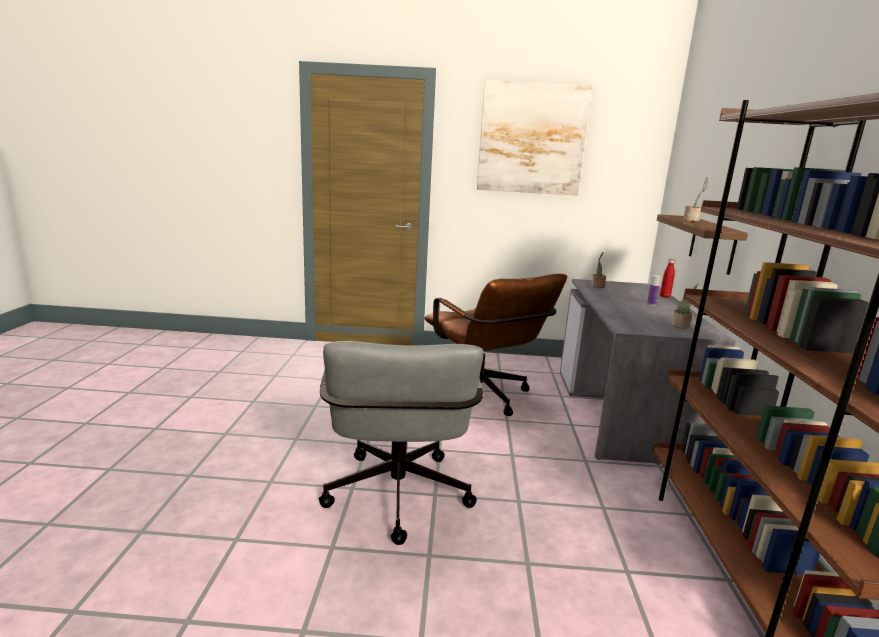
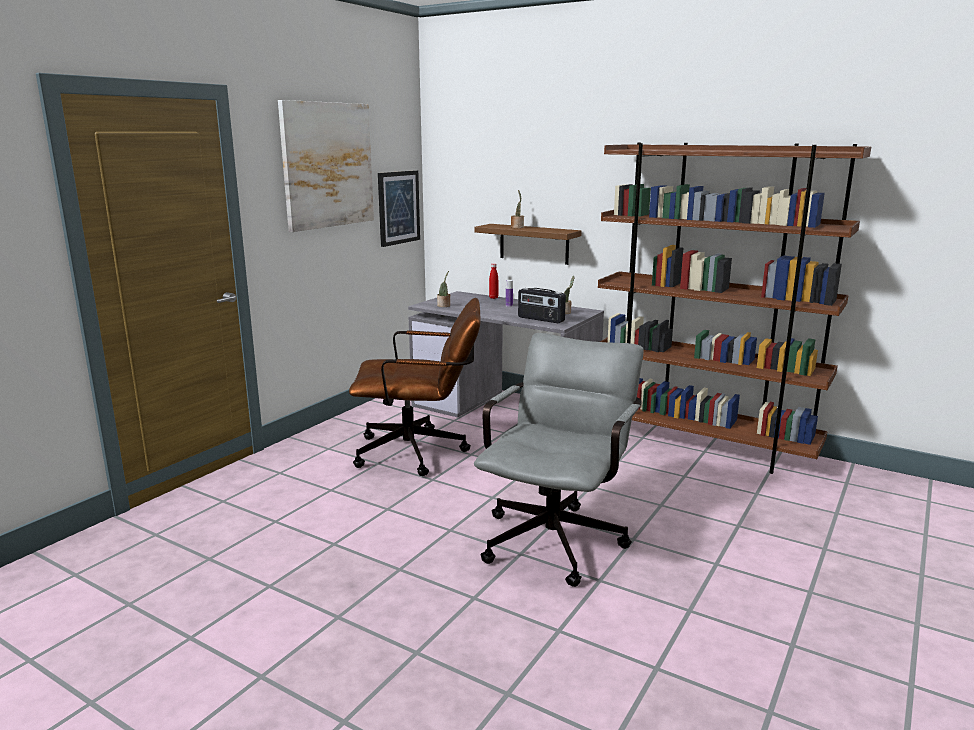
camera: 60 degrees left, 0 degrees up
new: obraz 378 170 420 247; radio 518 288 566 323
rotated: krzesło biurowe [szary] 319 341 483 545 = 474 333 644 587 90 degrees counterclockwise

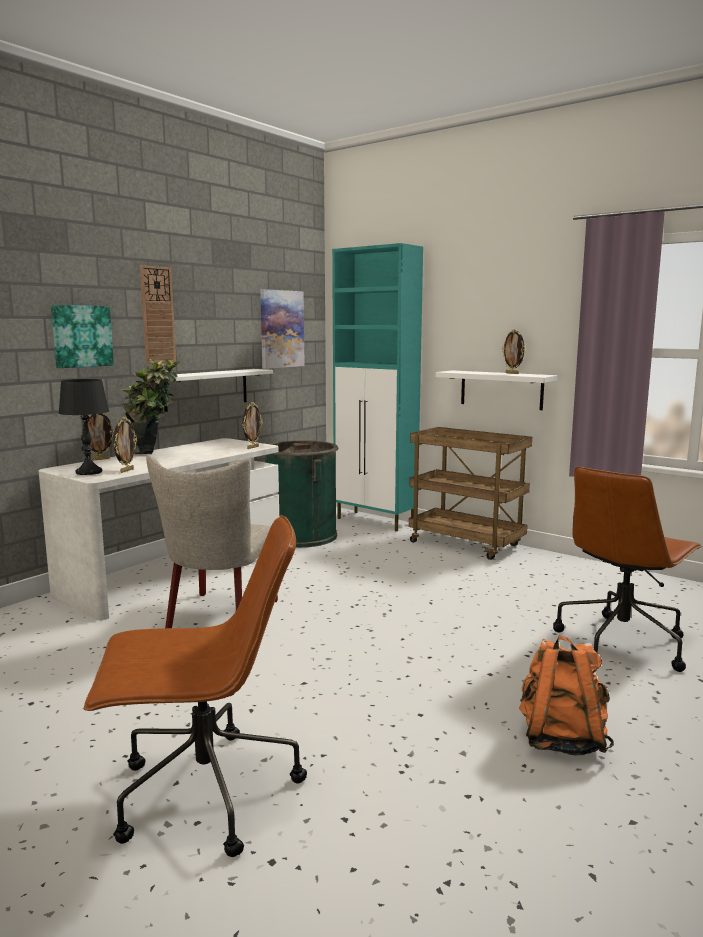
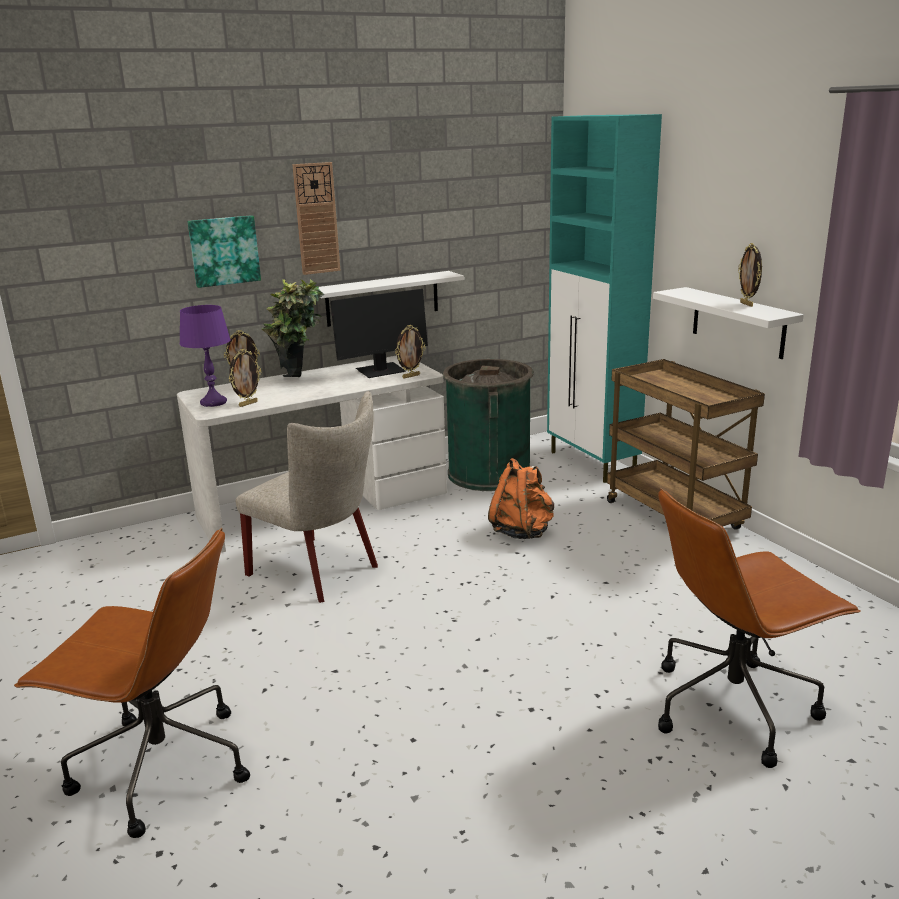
camera: 25 degrees right, 10 degrees up
gone: obraz 260 289 305 369
new: monitor 330 289 428 378
shifted: plecak [pomarańczowy] 519 635 614 755 to 488 458 554 539
repainted: lampa stołowa [czarny] 59 379 109 475 to lampa stołowa [fioletowy] 179 305 231 407
rotated: krzesło [beżowy] 146 454 278 628 = 235 391 378 603 90 degrees counterclockwise

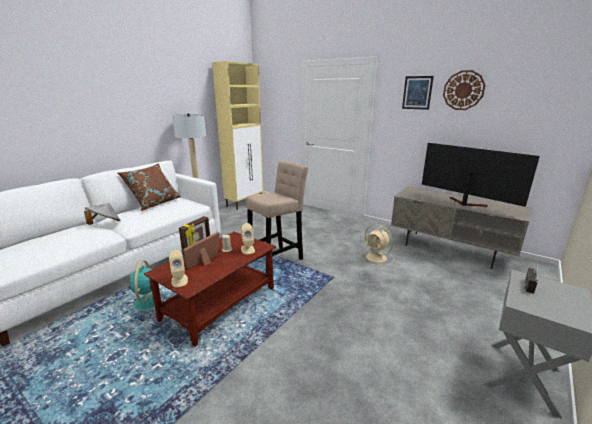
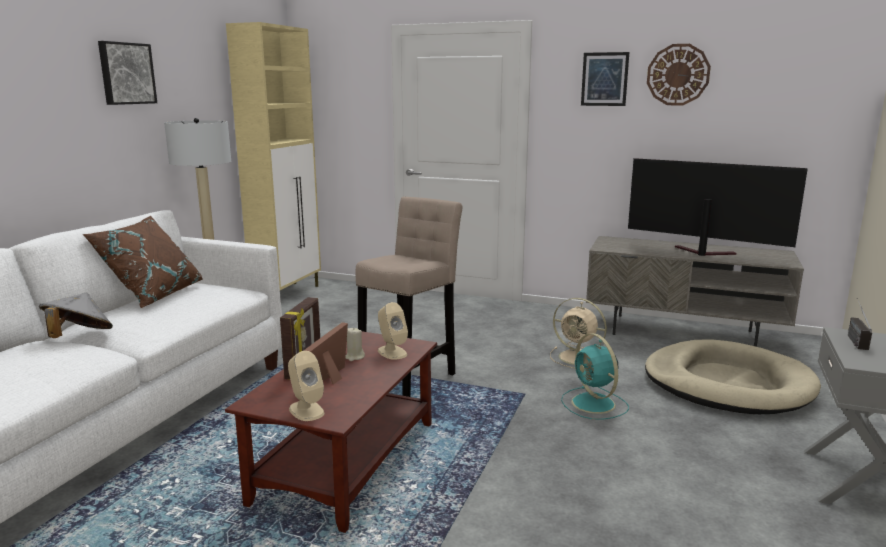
camera: 15 degrees left, 5 degrees down
new: obraz 98 41 157 105; legowisko [beżowy] 645 339 821 414
shifted: wentylator [turkusowy] 130 260 168 316 to 561 333 629 420

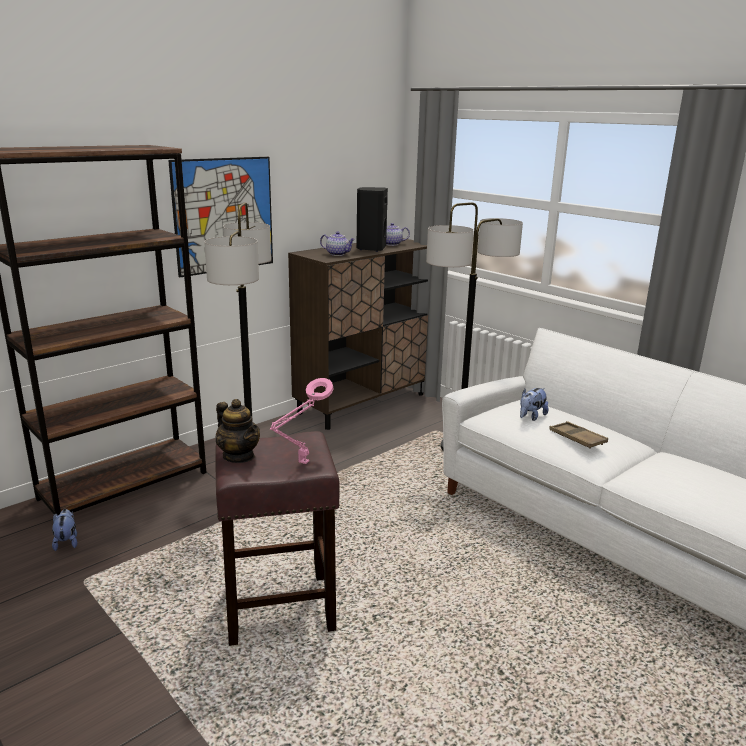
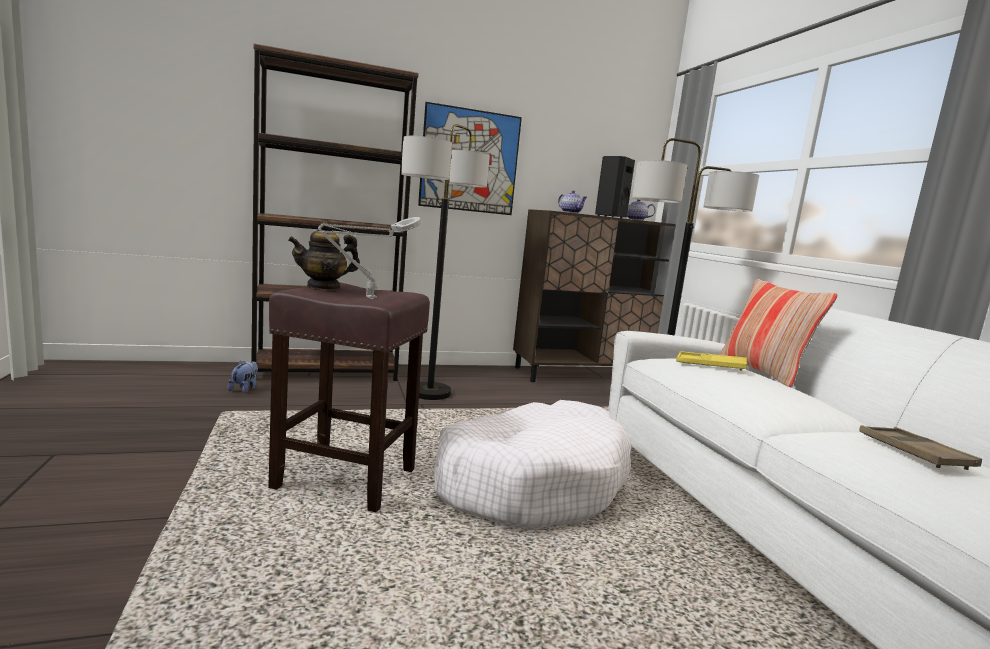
camera: 25 degrees right, 10 degrees down
new: legowisko [biały] 434 400 631 529; poduszka 719 279 837 388
shifted: taca [brązowy] 549 421 608 449 to 859 425 982 470
swapped: pluszak 520 388 548 421 to taca [żółty] 676 351 747 371
repainted: lampa stołowa [różowy] 270 378 333 464 to lampa stołowa [szary] 318 217 422 299
rotated: imbryk 216 399 260 463 = 288 221 360 290 75 degrees clockwise

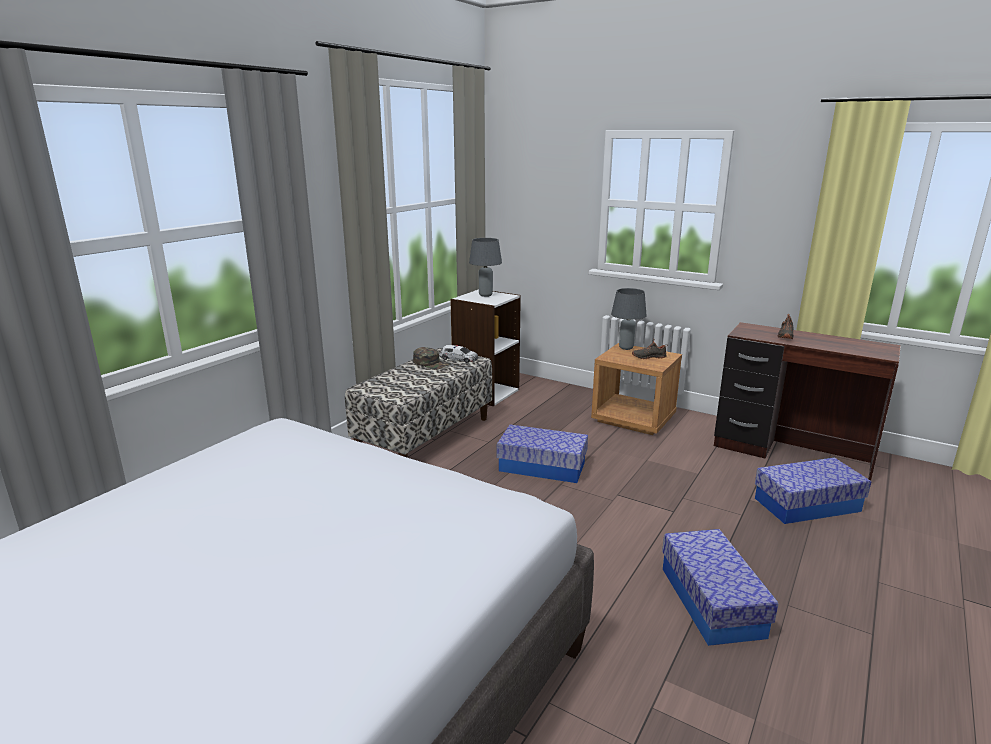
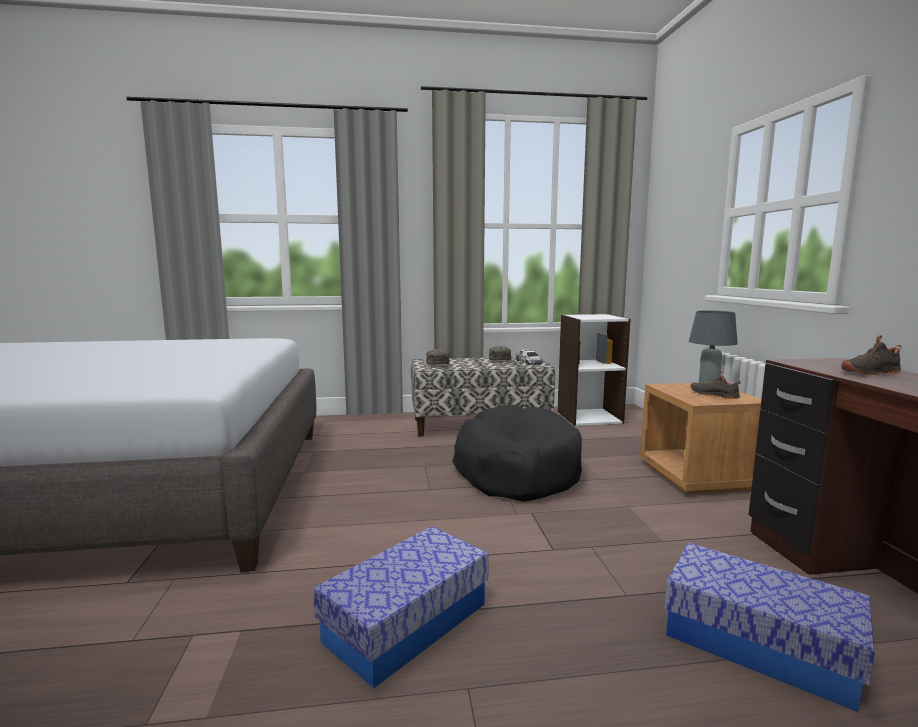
camera: 50 degrees right, 10 degrees down
gone: lampa stołowa [szary] 469 238 502 297
new: czapka z daszkiem [zielony] 426 349 452 368
swapped: pojemnik do przechowywania 497 425 588 483 to legowisko [czarny] 452 405 582 502

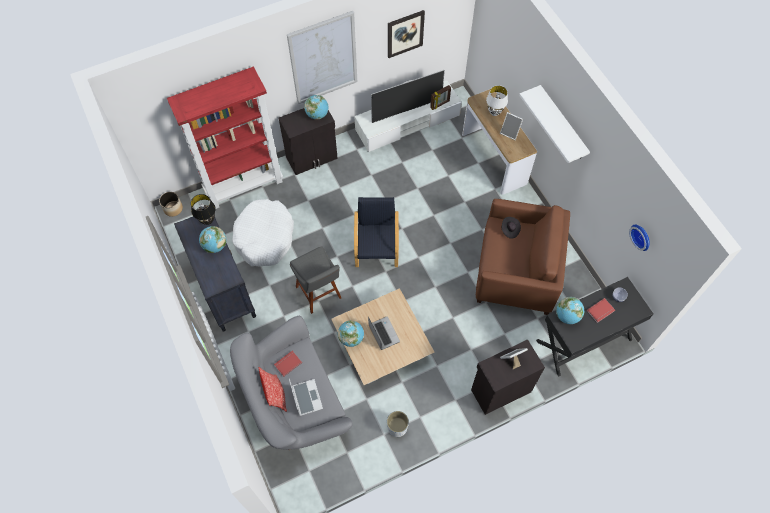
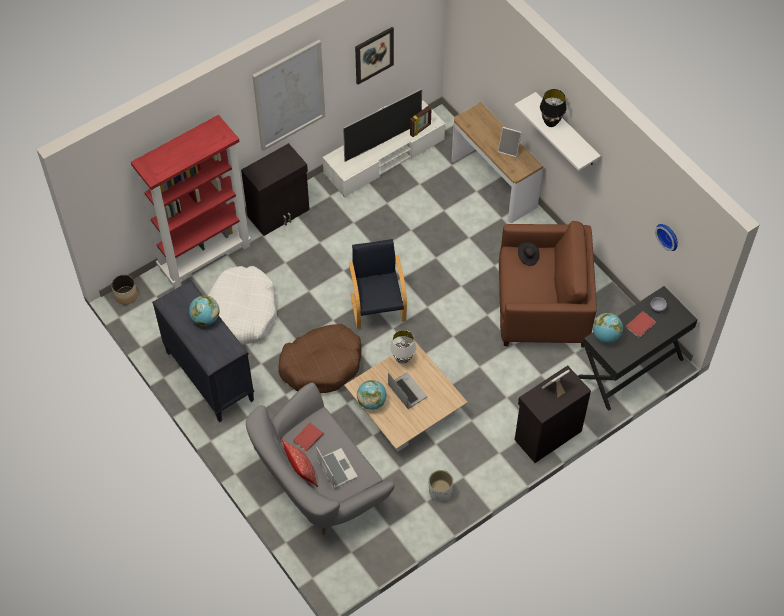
camera: 10 degrees left, 5 degrees down
gone: globus 304 95 328 120
shifted: lampa stołowa [czarny] 191 194 216 225 to 540 89 566 127; lampa stołowa [biały] 486 85 508 116 to 390 330 416 364
swapped: stołek [szary] 290 246 341 314 to legowisko [brązowy] 278 324 362 393

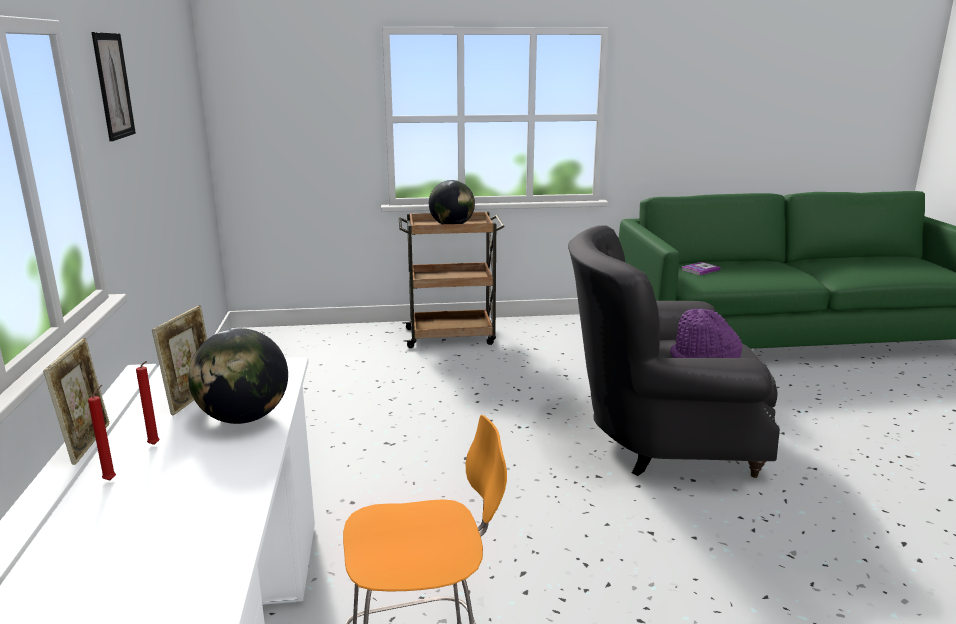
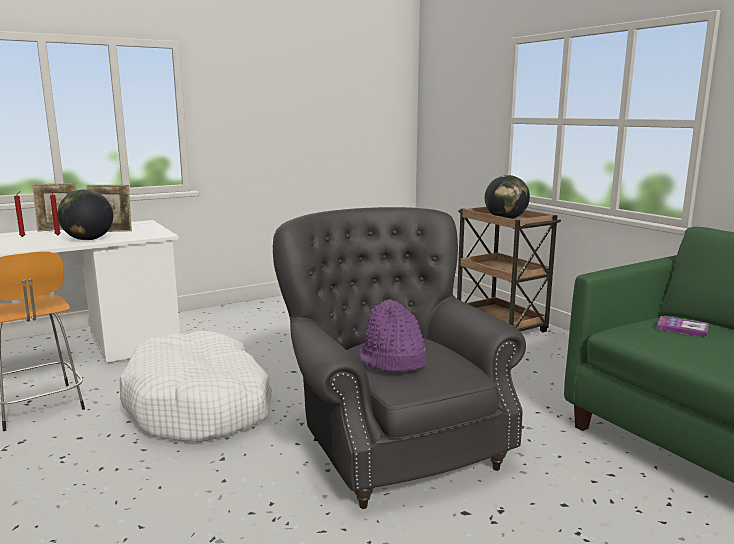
camera: 65 degrees right, 5 degrees down
gone: obraz 92 32 136 141
new: legowisko [biały] 120 331 272 442

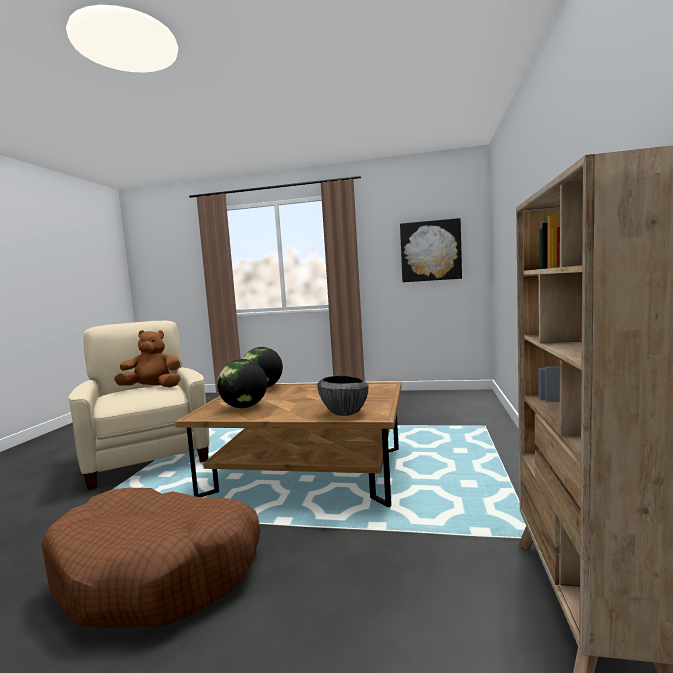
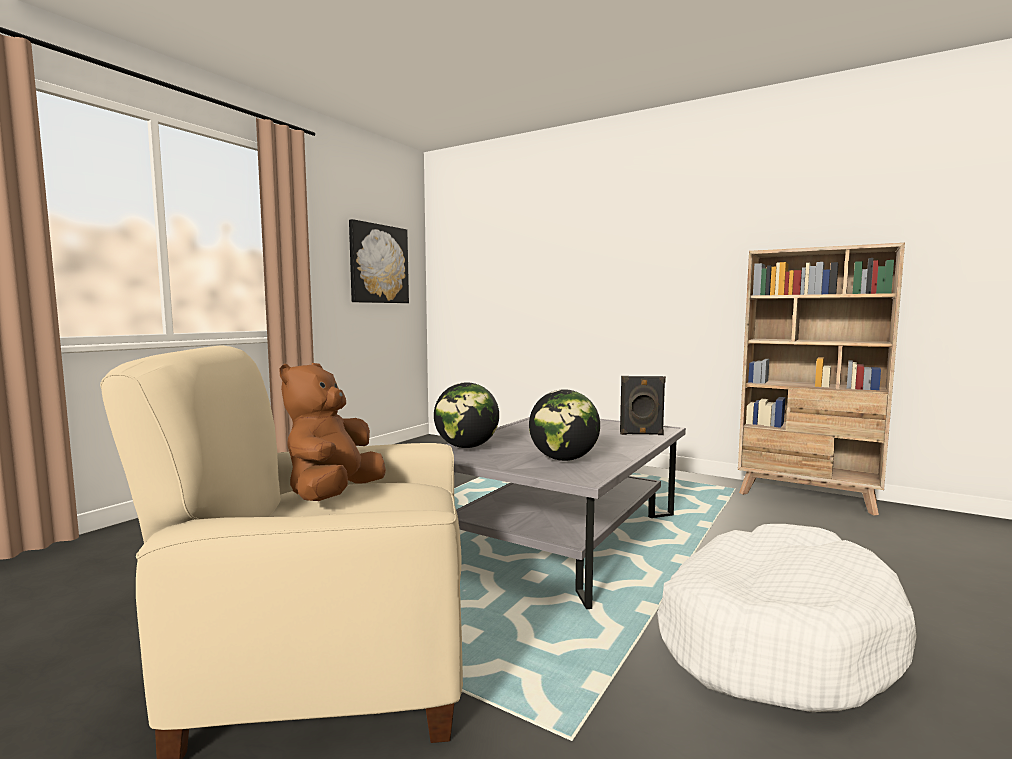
camera: 70 degrees left, 0 degrees up
swapped: miska 317 375 369 416 to głośnik [czarny] 620 376 666 435
repainted: legowisko [brązowy] 41 488 261 628 to legowisko [biały] 657 524 917 712; ława [brązowy] 175 382 402 508 to ława [szary] 446 417 686 609

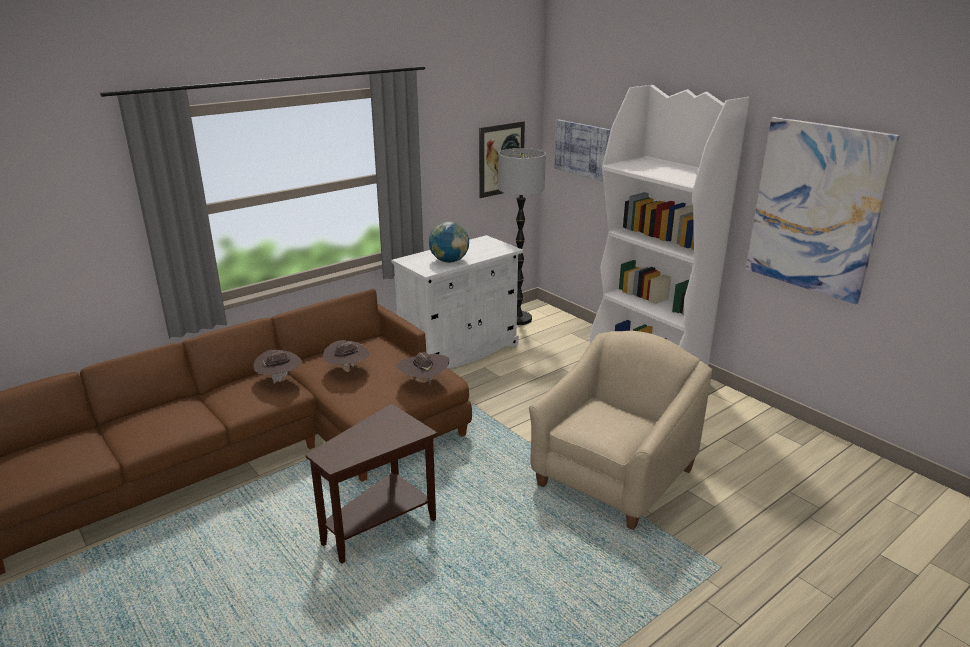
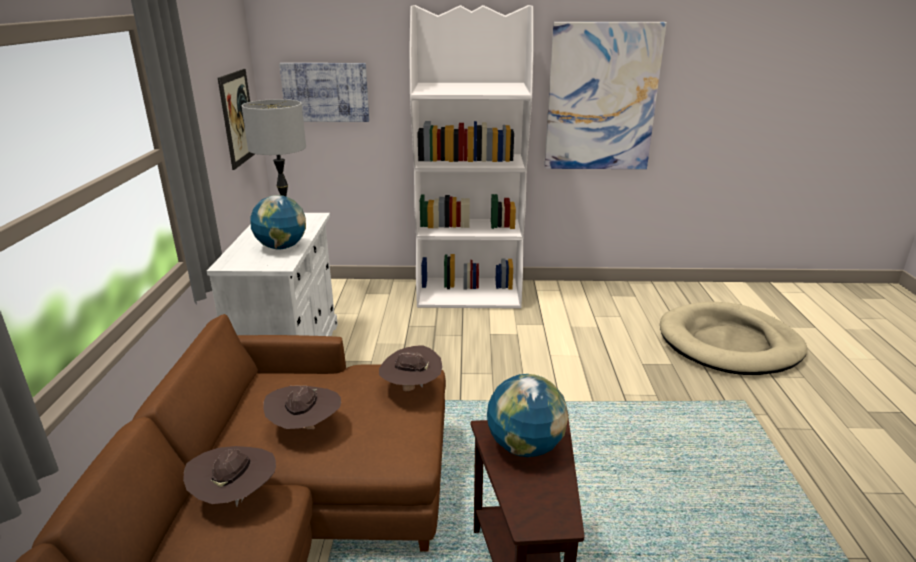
camera: 50 degrees left, 0 degrees up
gone: fotel [beżowy] 529 331 712 530
new: globus 487 374 569 457; legowisko [beżowy] 660 302 808 375

